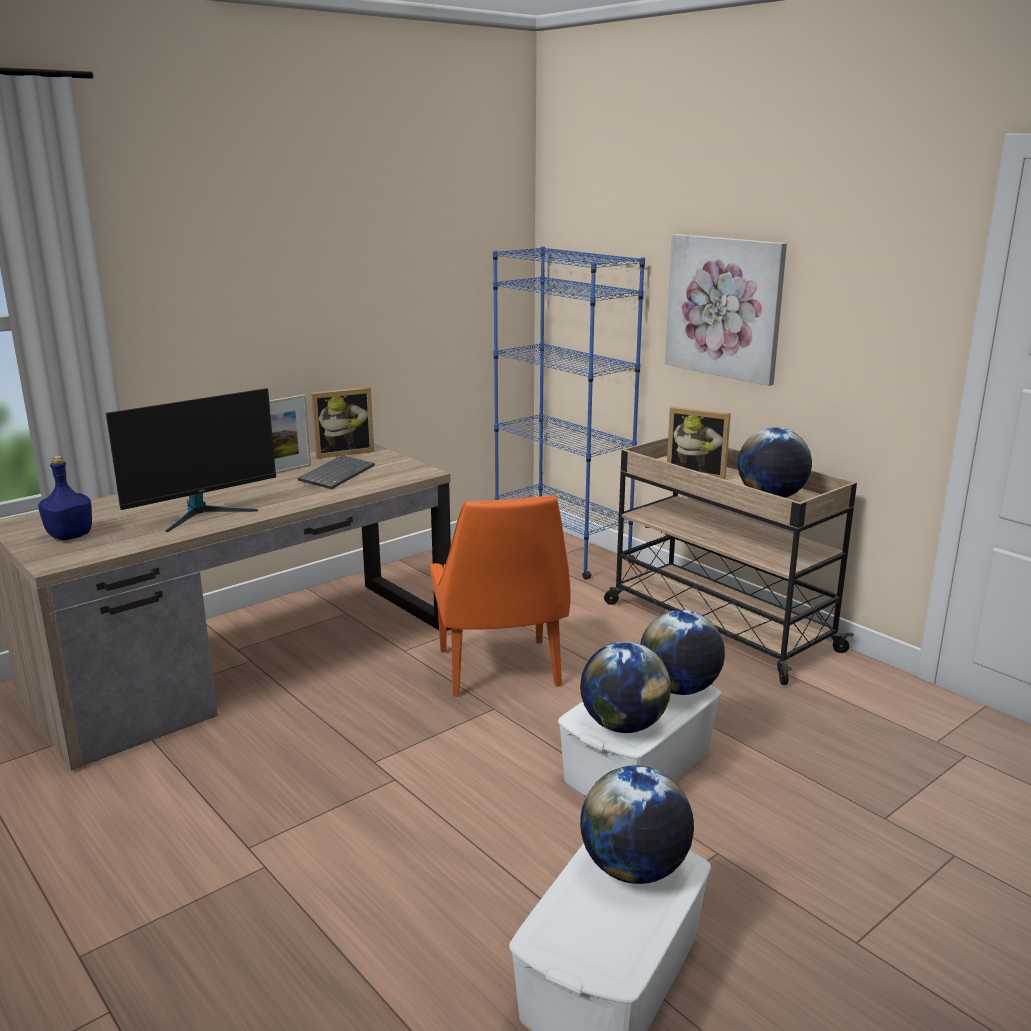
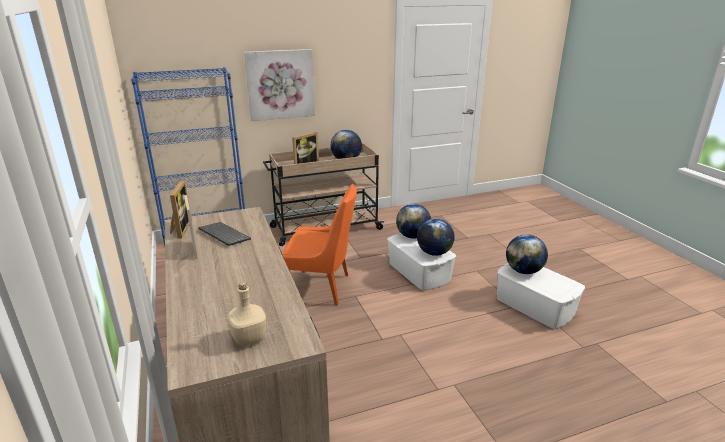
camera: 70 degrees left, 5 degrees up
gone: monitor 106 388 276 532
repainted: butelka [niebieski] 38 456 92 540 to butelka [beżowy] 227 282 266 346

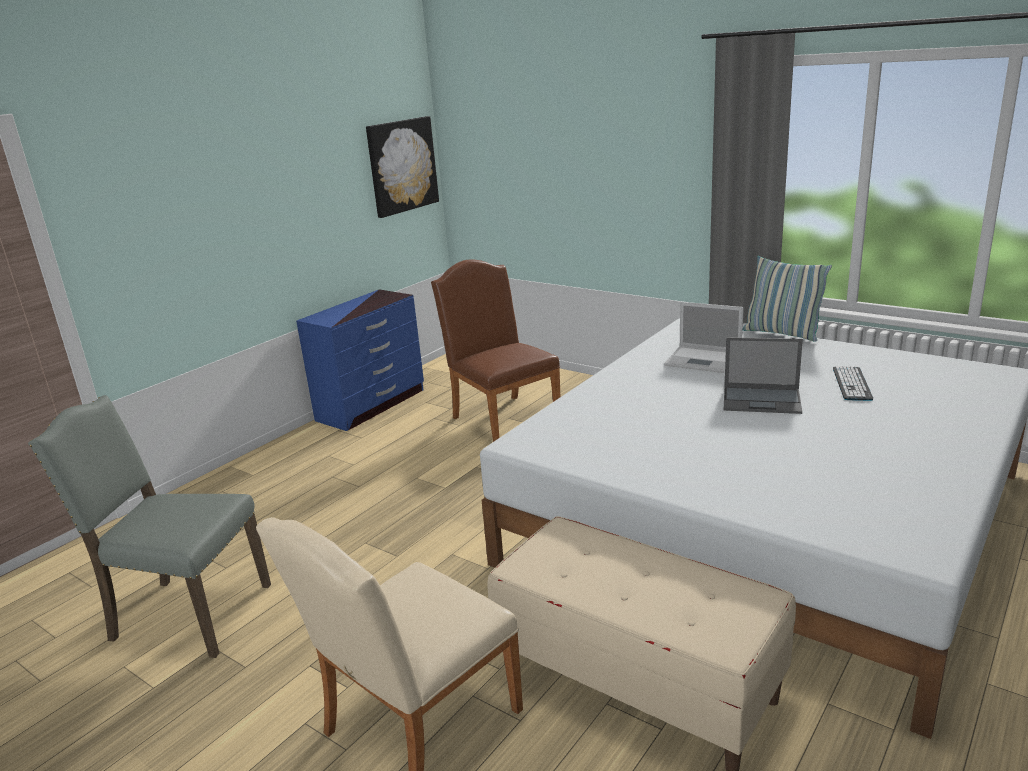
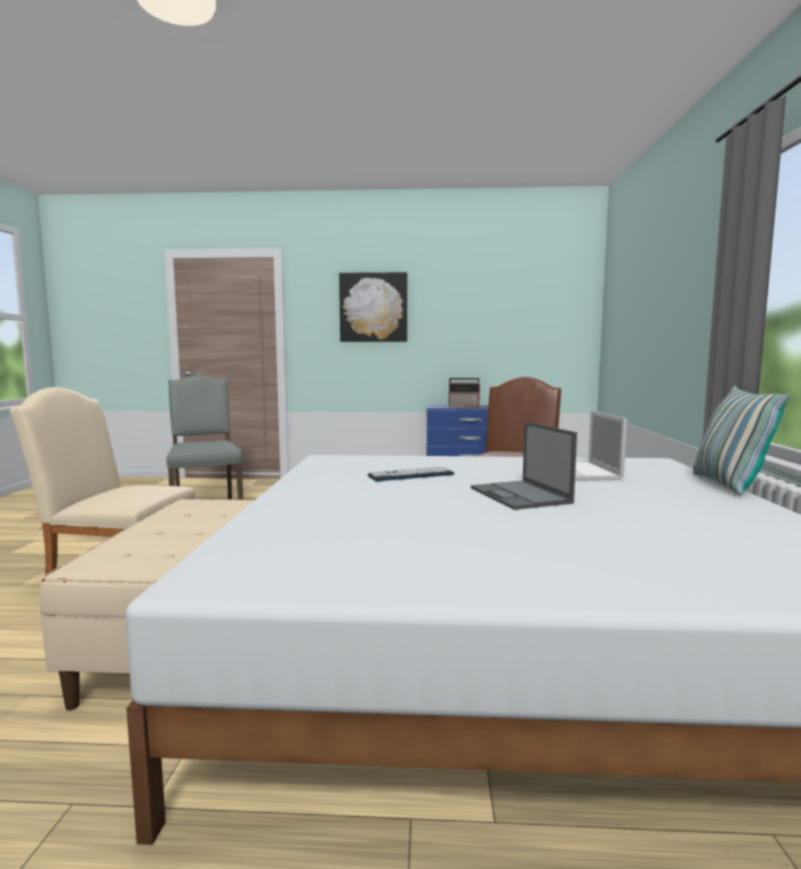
camera: 55 degrees right, 15 degrees down
new: radio 449 378 481 407
shifted: obraz 366 116 439 218 to 339 272 407 342; klawiatura 833 366 873 401 to 367 466 454 481

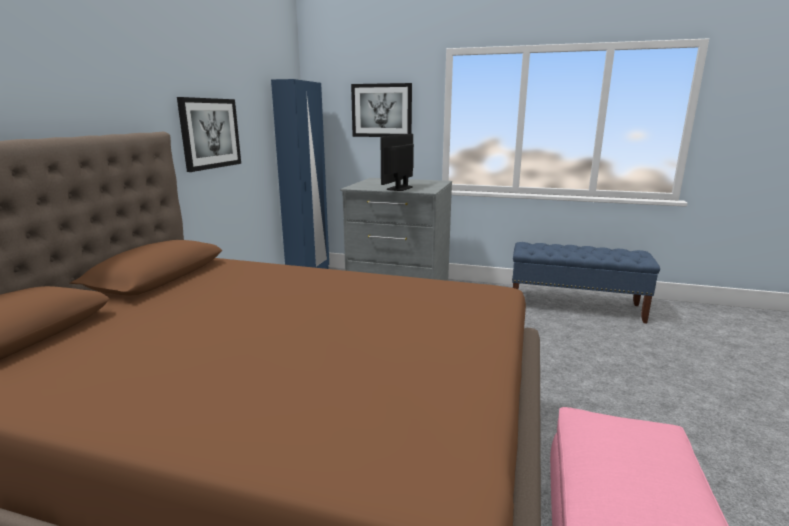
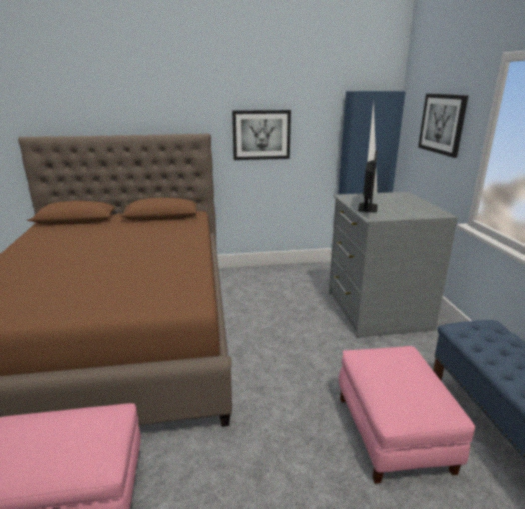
camera: 65 degrees right, 5 degrees up
new: pufa [różowy] 339 346 475 484
rotated: monitor 381 134 414 191 = 358 150 378 212 105 degrees clockwise

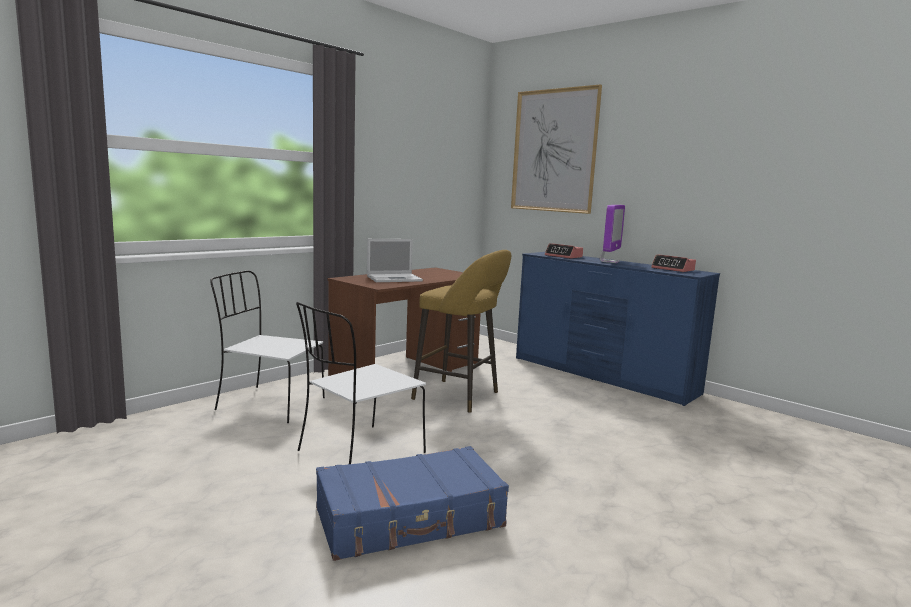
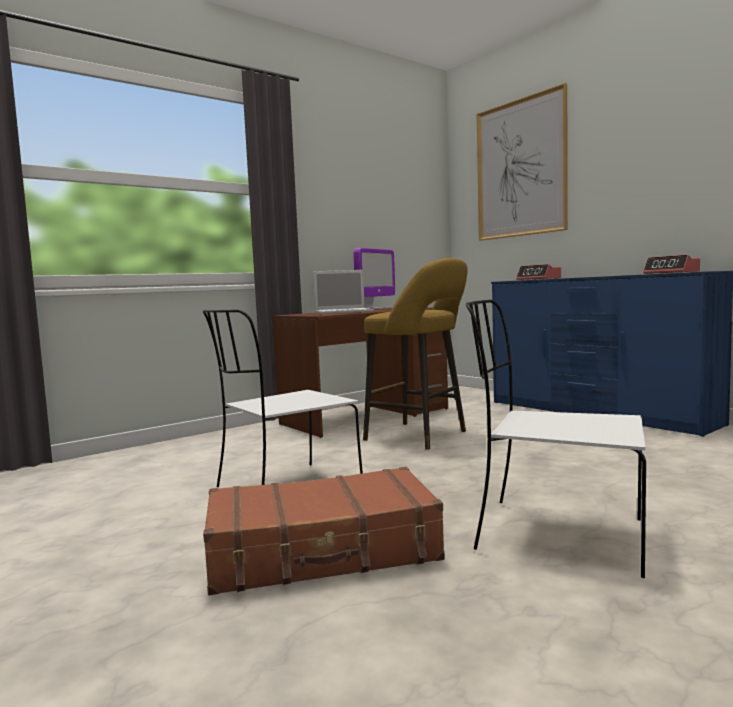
camera: 10 degrees right, 5 degrees down
shifted: krzesło [biały] 210 270 325 423 to 466 300 646 578; monitor 600 205 625 263 to 353 248 395 309
repainted: walizka [niebieski] 316 446 509 561 to walizka [brązowy] 203 467 445 595

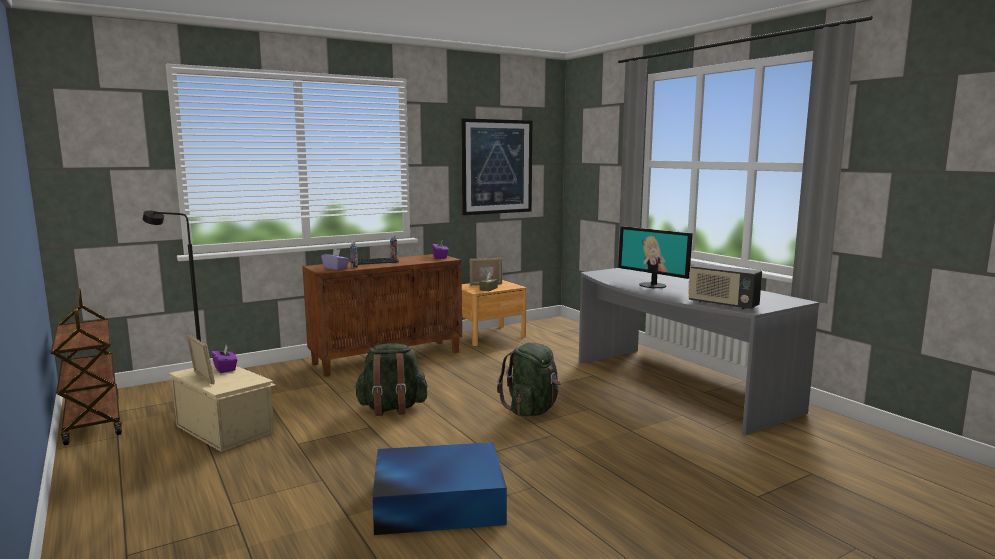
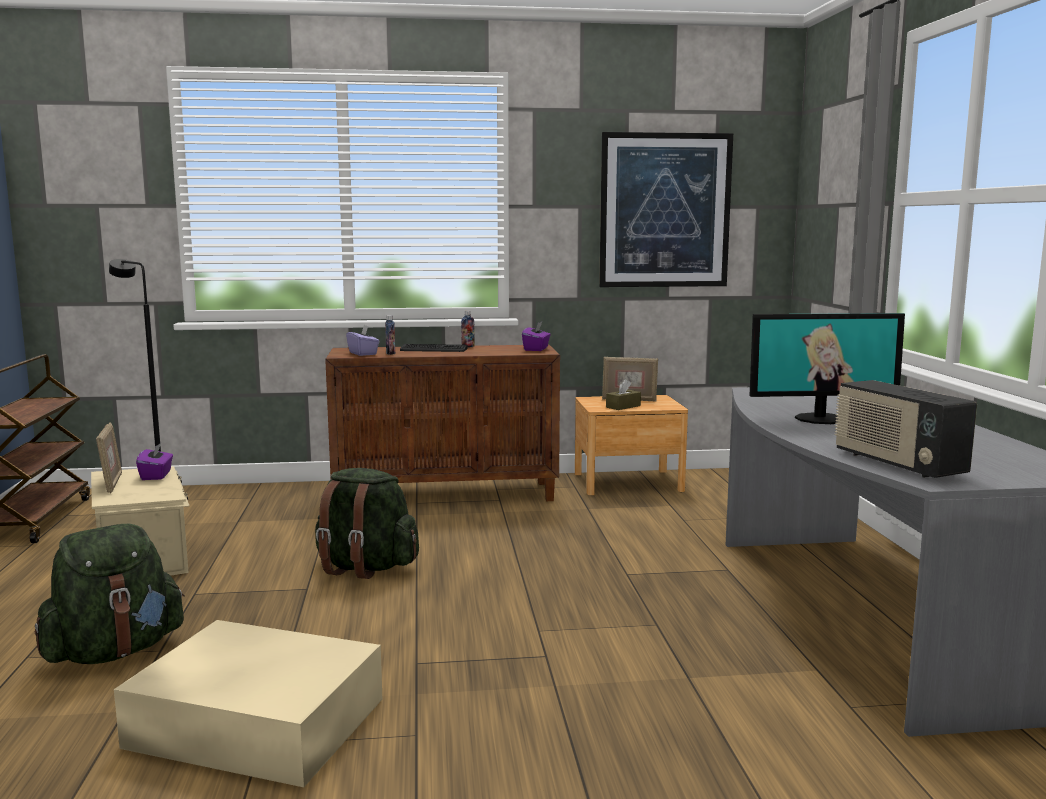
camera: 25 degrees right, 0 degrees up
shifted: plecak [zielony] 497 342 561 416 to 35 524 185 664
repainted: pojemnik do przechowywania [niebieski] 372 442 507 535 to pojemnik do przechowywania [beżowy] 114 620 382 787
rotated: monitor 618 226 693 288 = 750 313 905 424 75 degrees counterclockwise

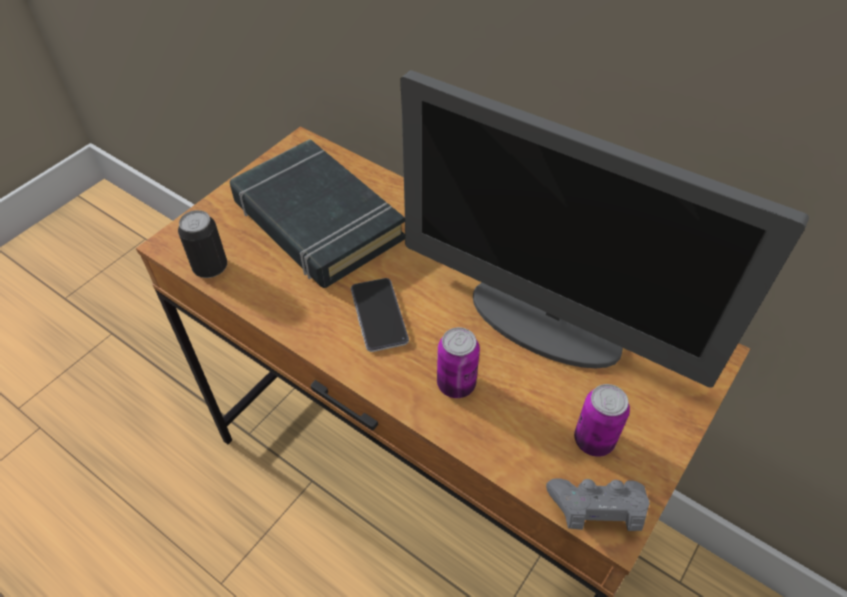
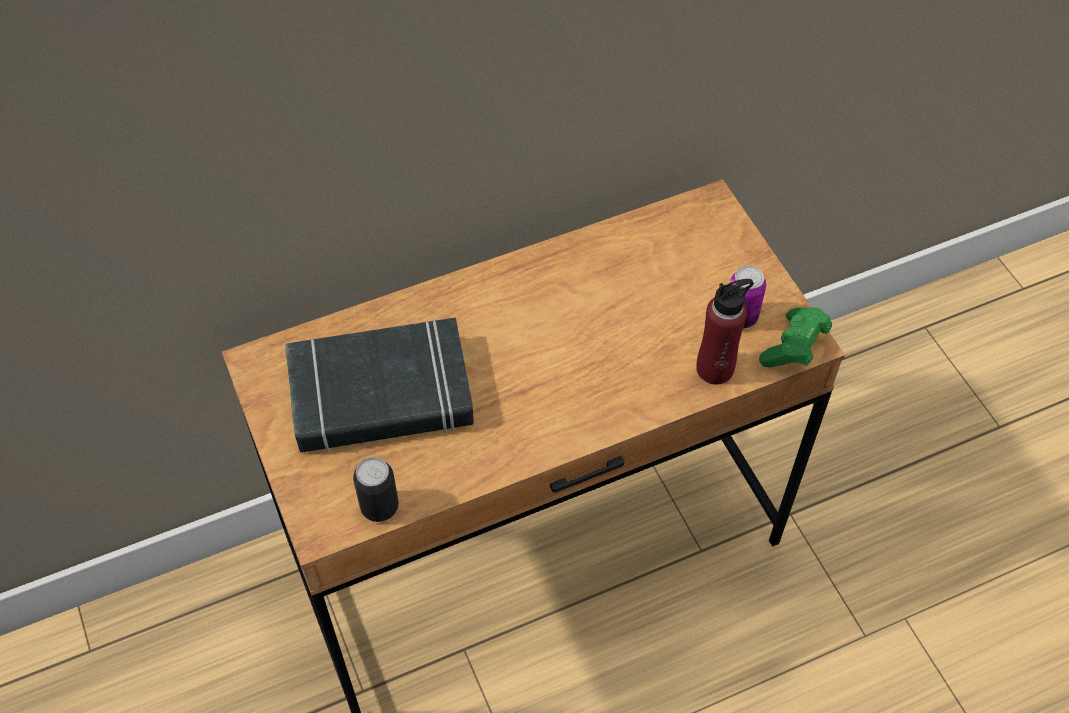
camera: 60 degrees left, 5 degrees up
gone: telefon 351 278 409 352; monitor 400 70 809 388; puszka 437 327 480 398
new: butelka [czerwony] 696 279 754 385
repainted: pad do gier [szary] 546 478 650 531 to pad do gier [zielony] 759 307 832 367

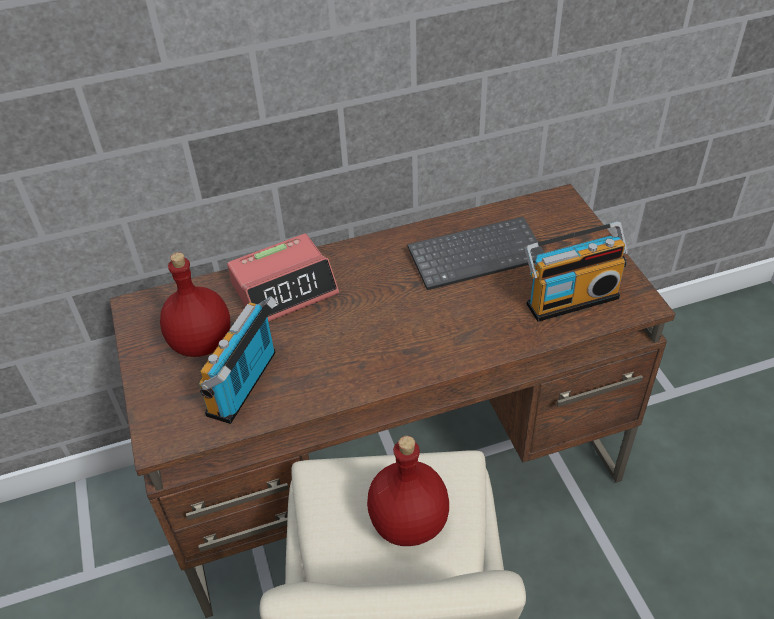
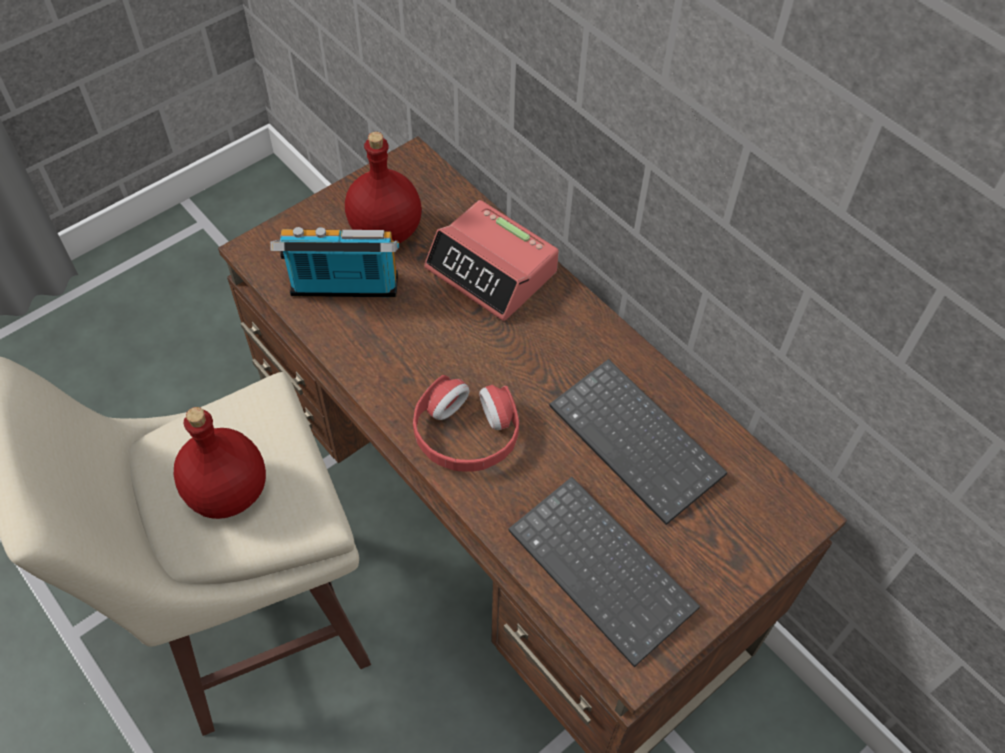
camera: 65 degrees right, 10 degrees up
new: słuchawki [czerwony] 413 375 519 472
swapped: radio 524 222 628 322 to klawiatura 508 477 700 667

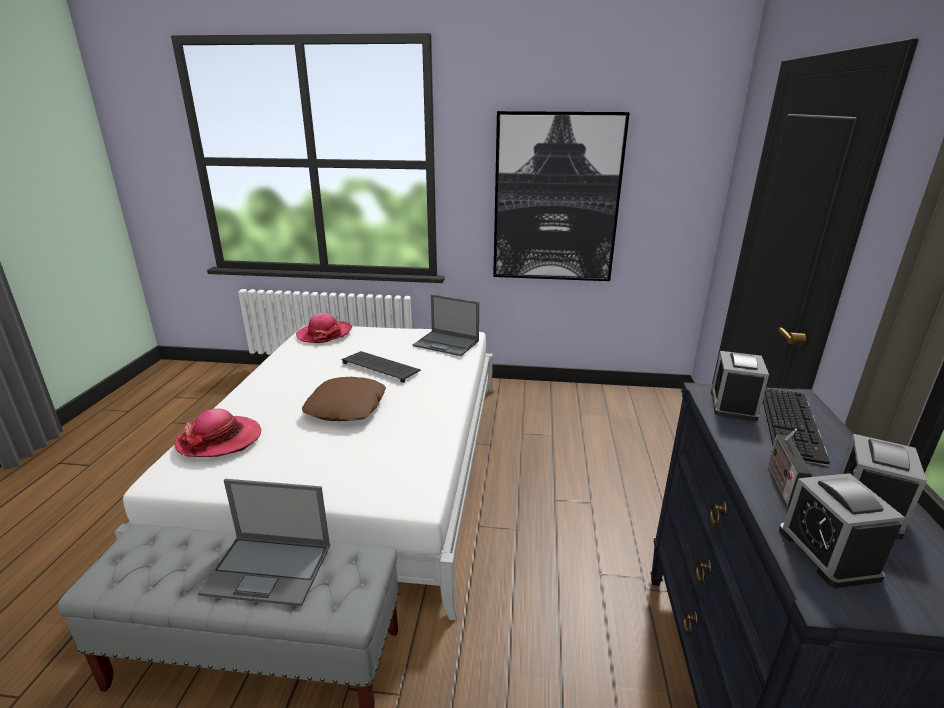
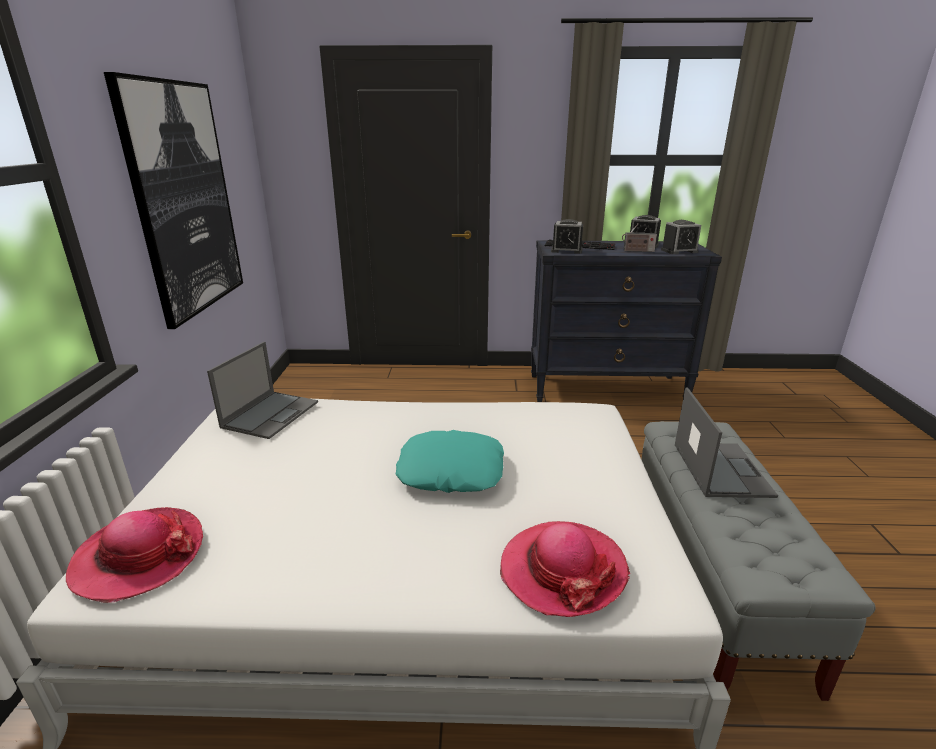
camera: 95 degrees left, 0 degrees up
gone: klawiatura 342 351 421 383
repainted: poduszka [brązowy] 302 377 386 421 to poduszka [turkusowy] 396 430 504 493

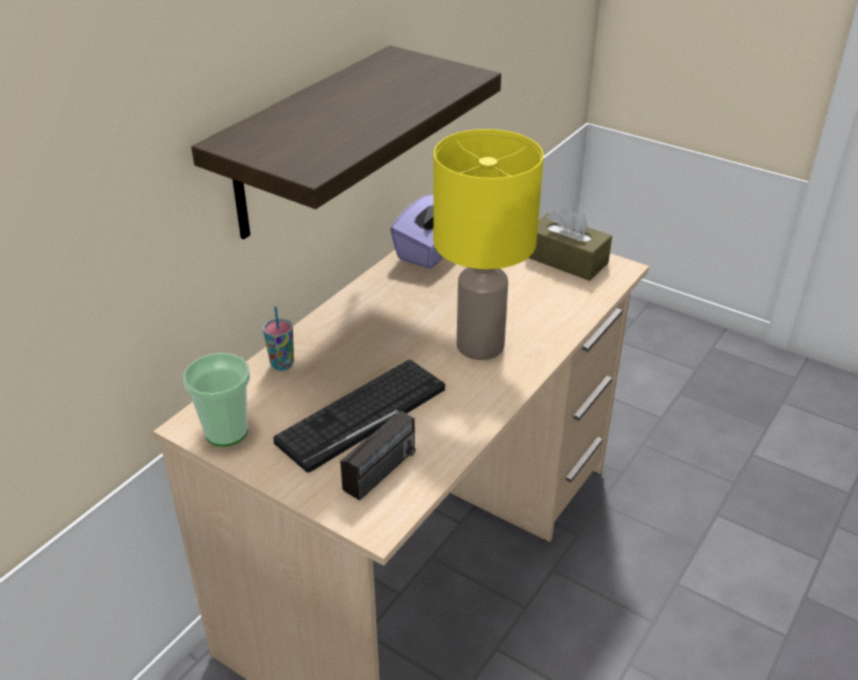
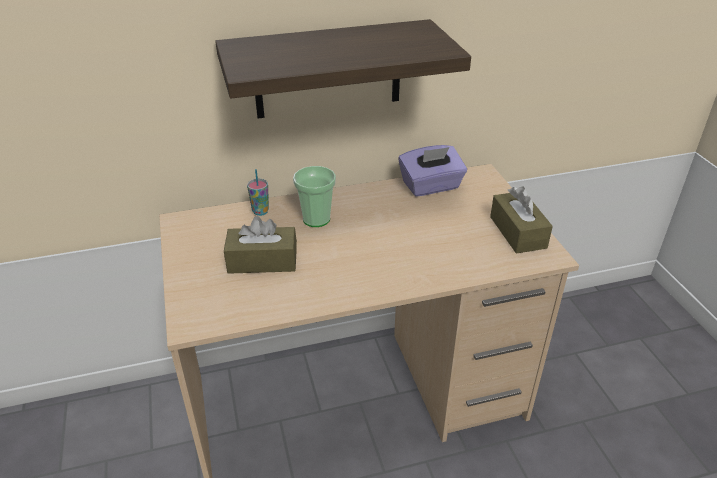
camera: 40 degrees right, 0 degrees up
gone: radio 303 410 416 500; lampa stołowa [żółty] 433 129 544 360
shifted: filiżanka 183 353 250 446 to 293 166 336 227
swapped: klawiatura 273 360 445 473 to pudełko chusteczek [brązowy] 224 216 297 274

